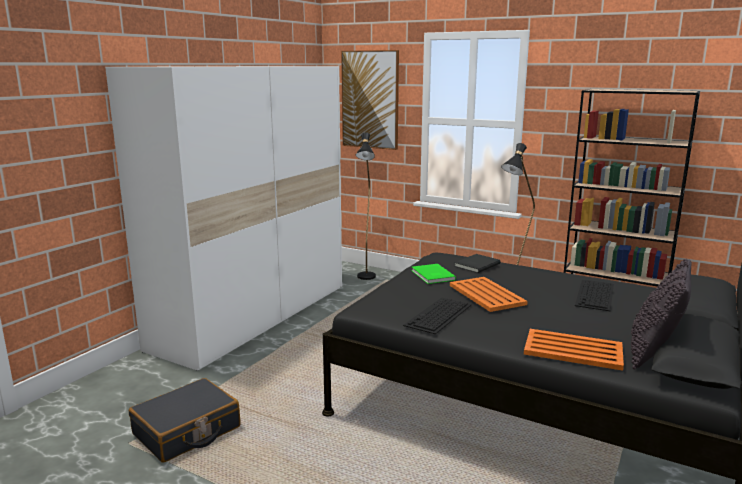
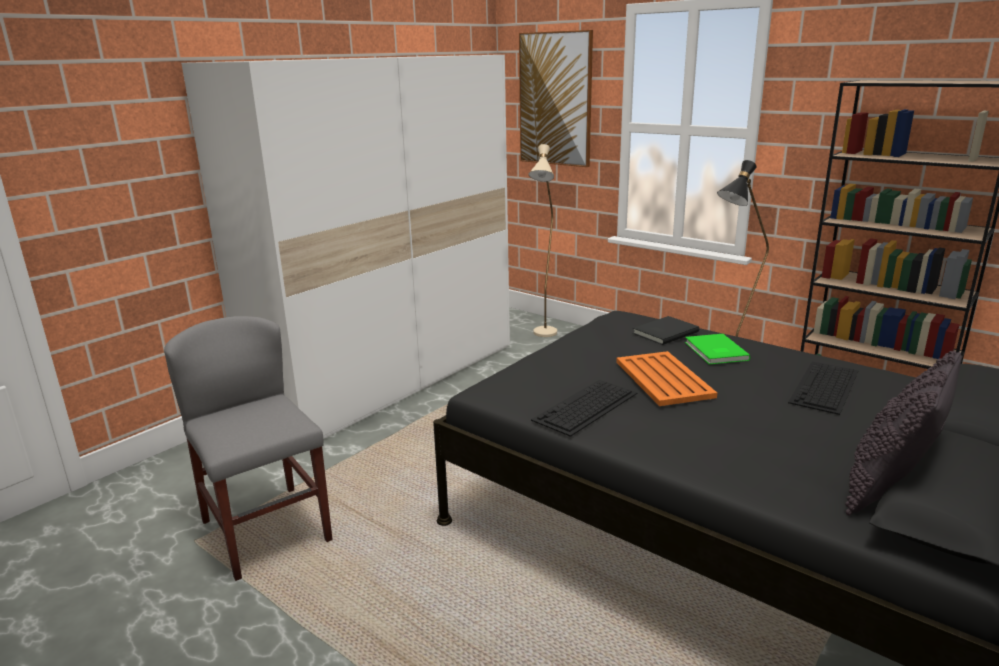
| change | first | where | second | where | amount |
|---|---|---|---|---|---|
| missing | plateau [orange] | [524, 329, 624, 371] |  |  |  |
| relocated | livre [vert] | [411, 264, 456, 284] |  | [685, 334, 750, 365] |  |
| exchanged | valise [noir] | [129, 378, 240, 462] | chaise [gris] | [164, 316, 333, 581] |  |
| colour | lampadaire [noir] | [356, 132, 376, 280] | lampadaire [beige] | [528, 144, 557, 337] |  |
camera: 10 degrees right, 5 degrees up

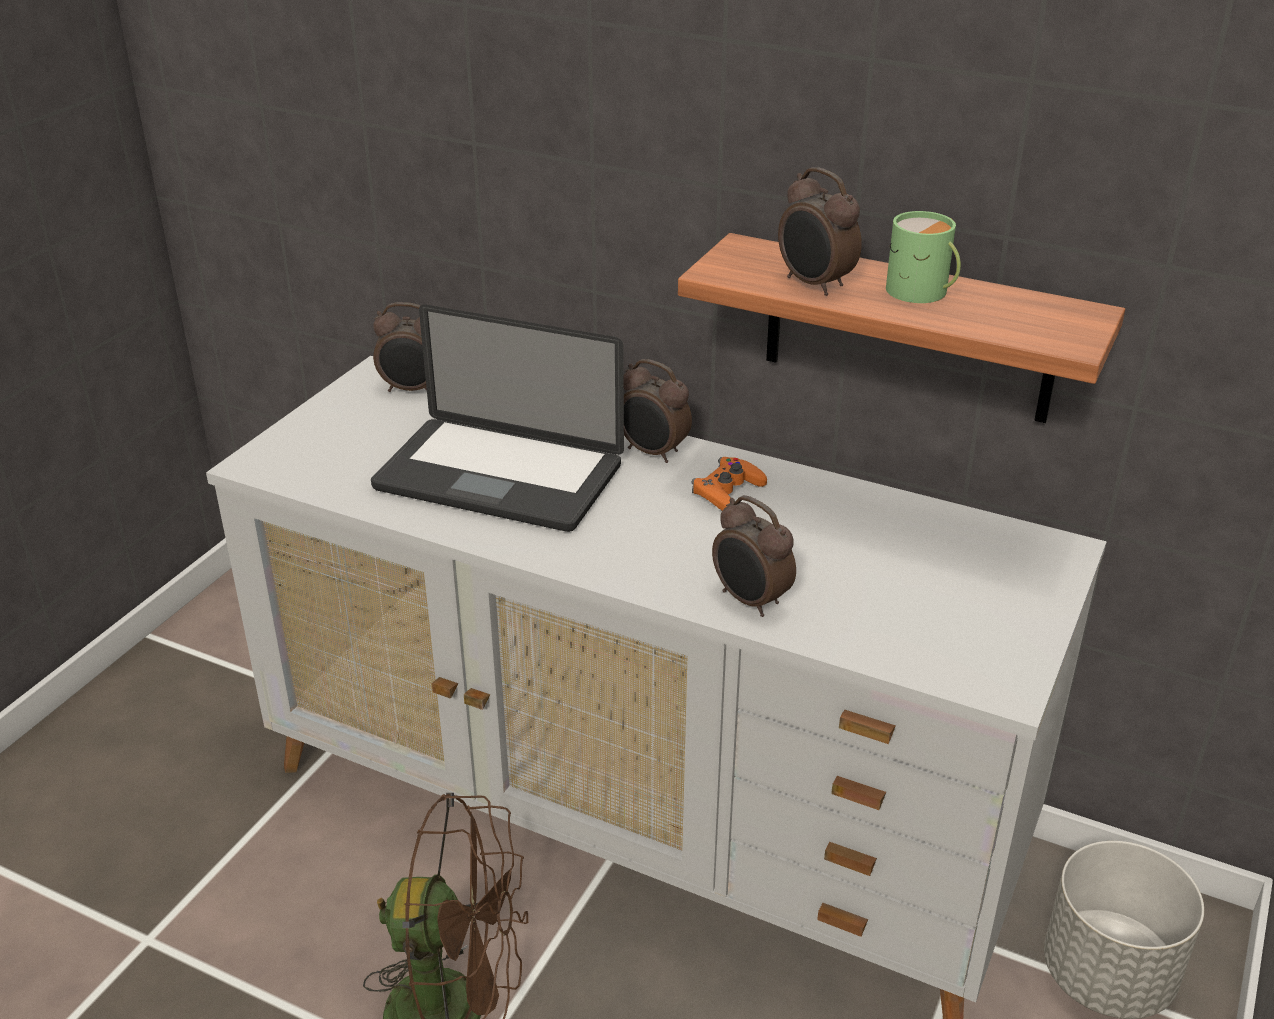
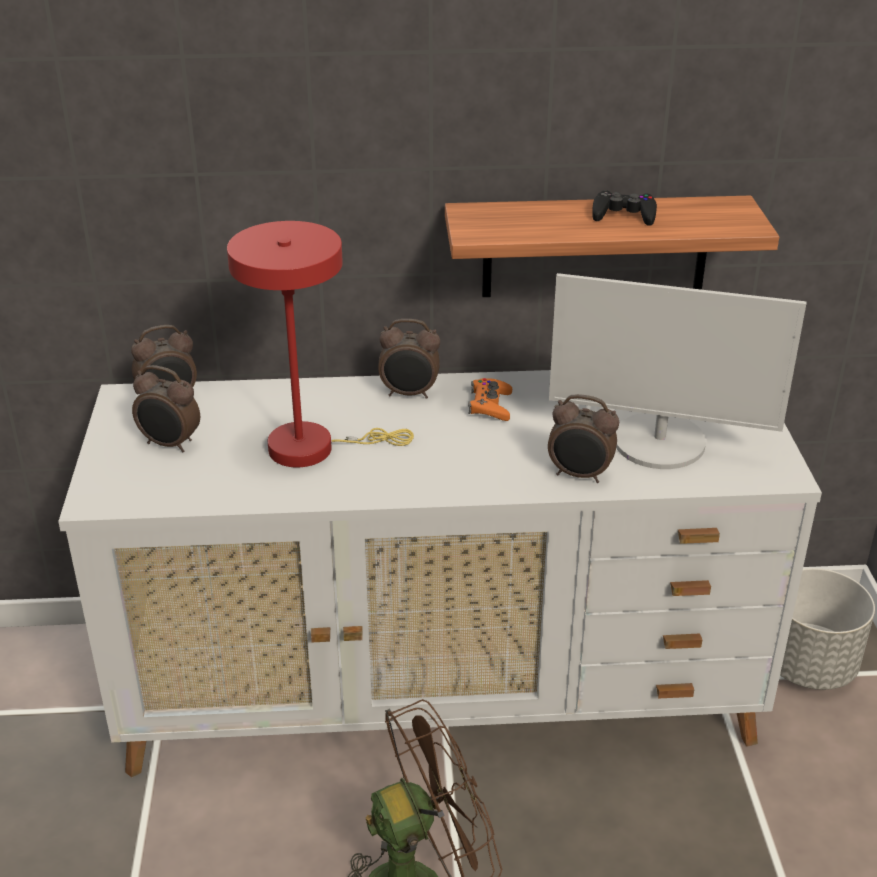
| change | first | where | second | where | amount |
|---|---|---|---|---|---|
| appeared |  |  | écran d'ordinateur | [549, 273, 806, 469] |  |
| relocated | réveil | [778, 167, 862, 296] |  | [132, 365, 200, 452] |  |
| exchanged | ordinateur portable | [371, 305, 624, 532] | lampe de table [rouge] | [227, 221, 414, 467] |  |
| exchanged | mug [vert] | [886, 211, 961, 303] | manette [noir] | [592, 190, 657, 226] |  |
camera: 30 degrees left, 0 degrees up

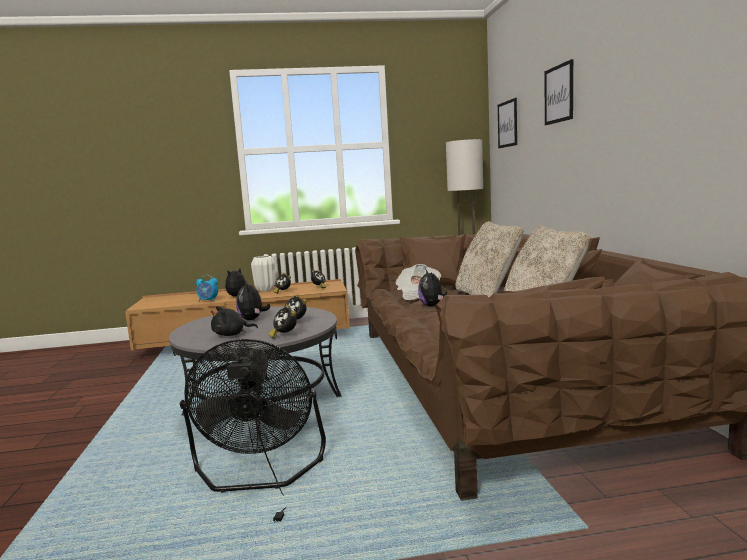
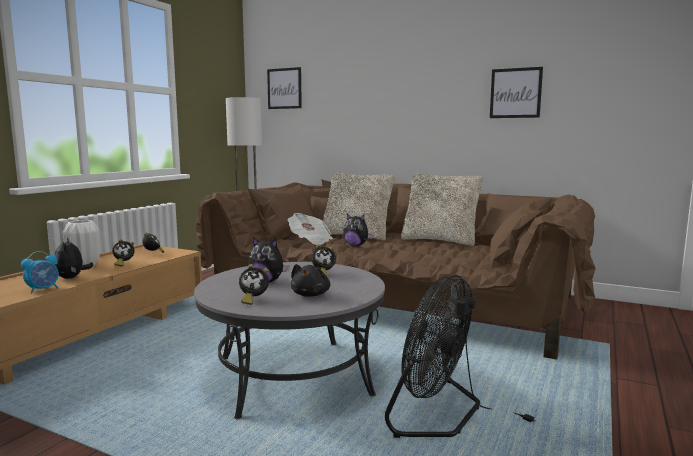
| change | first | where | second | where | amount |
|---|---|---|---|---|---|
| relocated | réveil | [268, 305, 297, 339] |  | [239, 264, 269, 305] |  |
| relocated | tableau | [545, 59, 573, 125] |  | [490, 67, 543, 118] |  |
camera: 55 degrees left, 0 degrees up

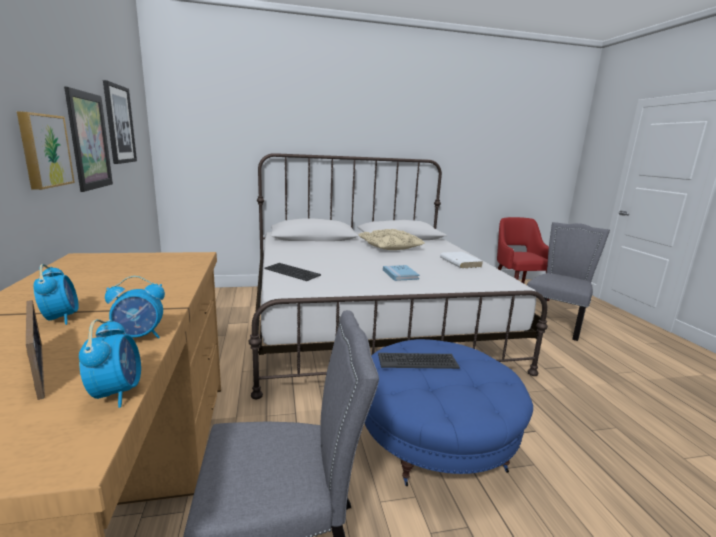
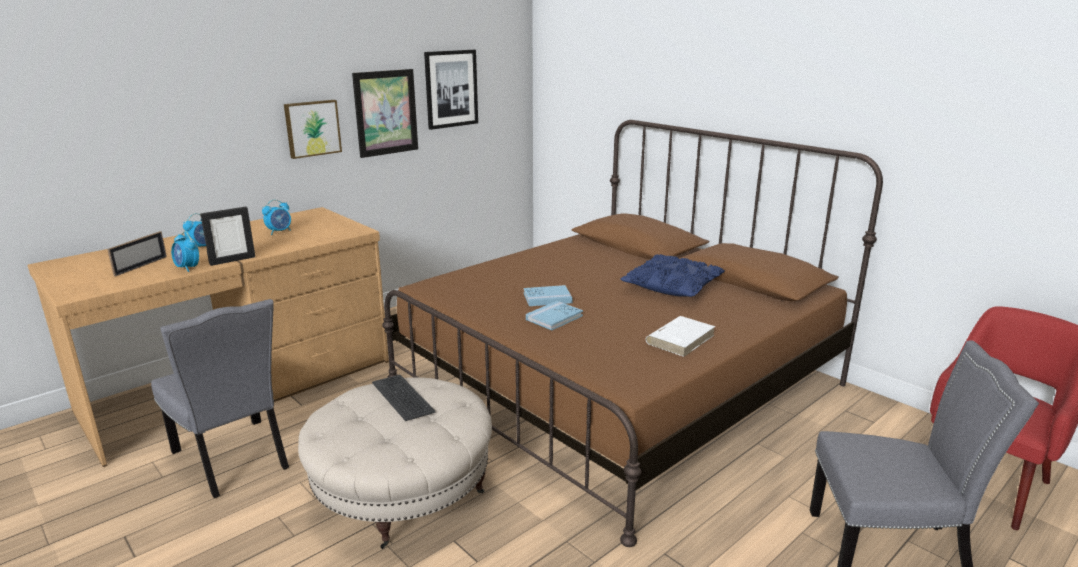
| change | first | where | second | where | amount |
|---|---|---|---|---|---|
| missing | clavier | [264, 263, 321, 281] |  |  |  |
| appeared |  |  | cadre photo | [200, 207, 255, 266] |  |
| appeared |  |  | livre [bleu] | [524, 285, 573, 306] |  |
| relocated | réveil | [79, 319, 141, 408] |  | [262, 200, 291, 235] |  |
| colour | lit [blanc] | [248, 153, 548, 399] | lit [marron] | [382, 120, 883, 547] |  |
| colour | coussin [beige] | [358, 229, 425, 250] | coussin [bleu] | [621, 254, 725, 297] |  |
| colour | pouf [bleu] | [365, 339, 533, 486] | pouf [beige] | [298, 378, 492, 549] |  |
camera: 60 degrees right, 5 degrees up

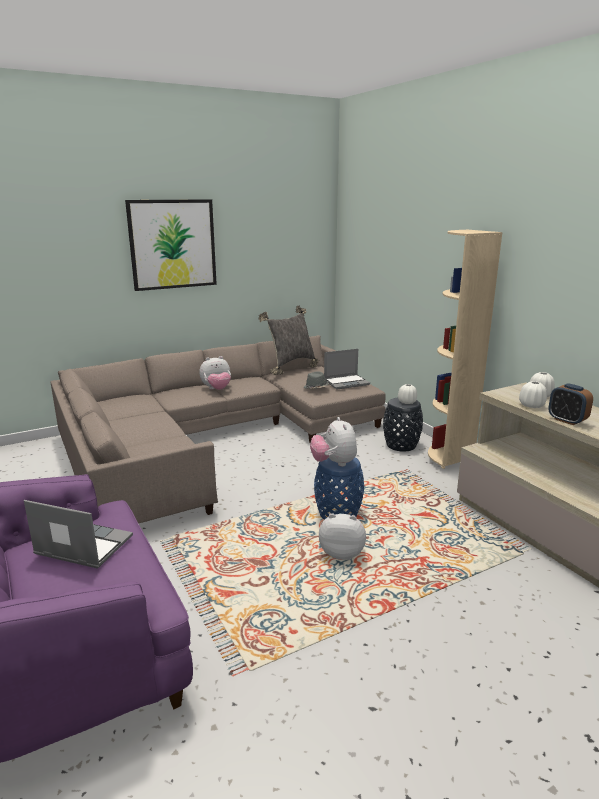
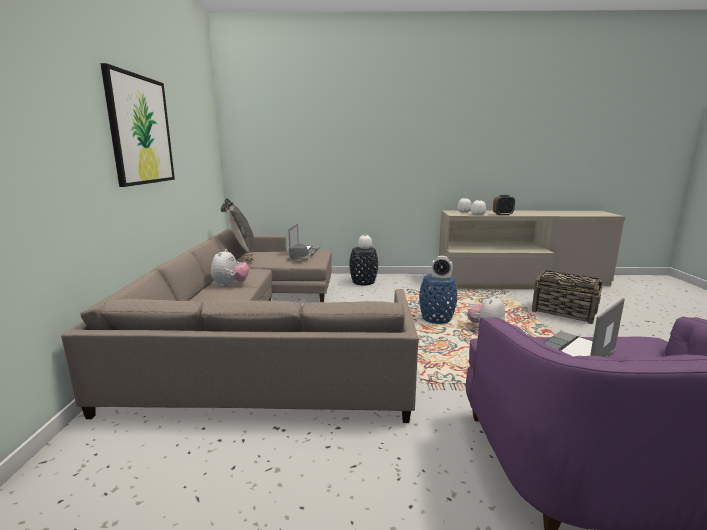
| change | first | where | second | where | amount |
|---|---|---|---|---|---|
| missing | bibliothèque [beige] | [428, 230, 502, 469] |  |  |  |
| appeared |  |  | panier | [532, 270, 603, 324] |  |
| exchanged | peluche | [310, 417, 357, 467] | réveil | [431, 256, 453, 280] |  |
camera: 60 degrees left, 5 degrees down

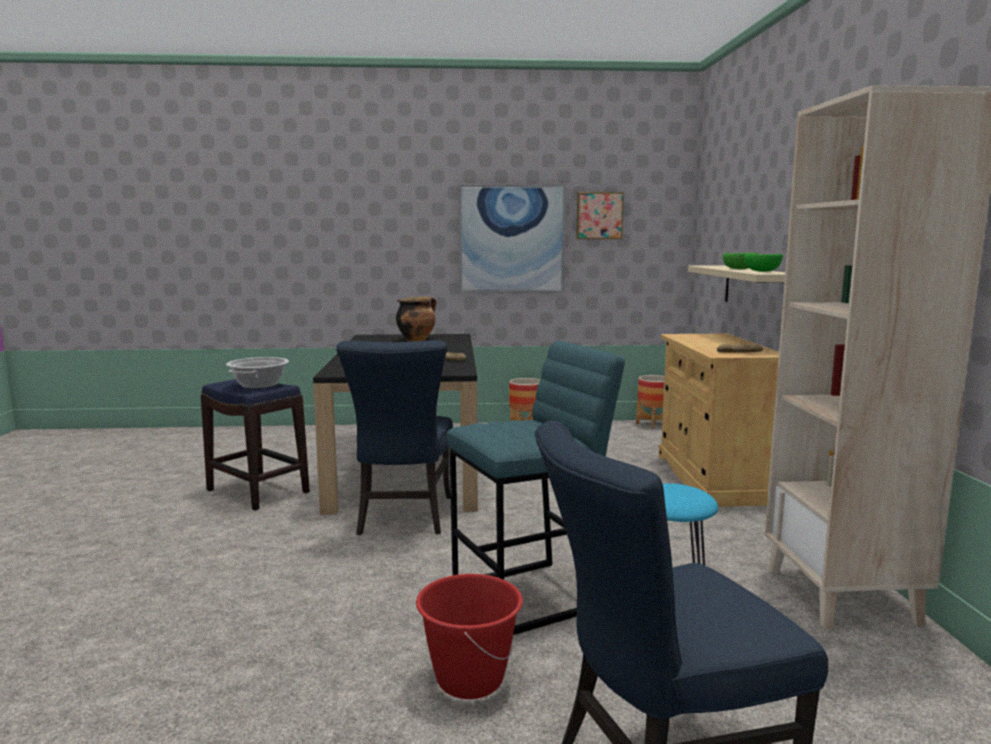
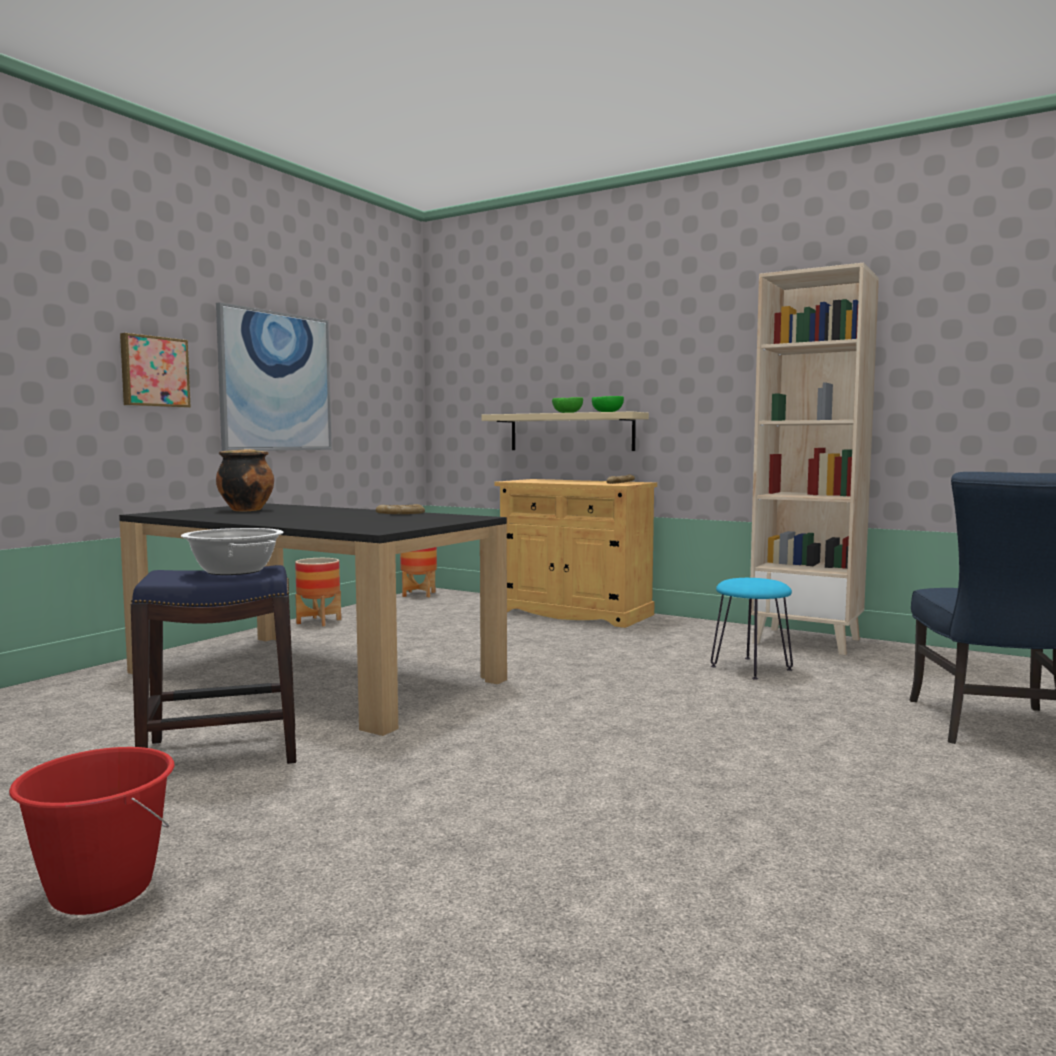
| change | first | where | second | where | amount |
|---|---|---|---|---|---|
| missing | chaise [bleu] | [336, 340, 453, 535] |  |  |  |
| missing | tabouret [turquoise] | [447, 340, 625, 635] |  |  |  |
| relocated | seau [rouge] | [416, 574, 523, 699] |  | [9, 747, 174, 915] |  |
| relocated | tableau | [576, 192, 624, 239] |  | [120, 333, 191, 408] |  |
camera: 55 degrees left, 5 degrees down

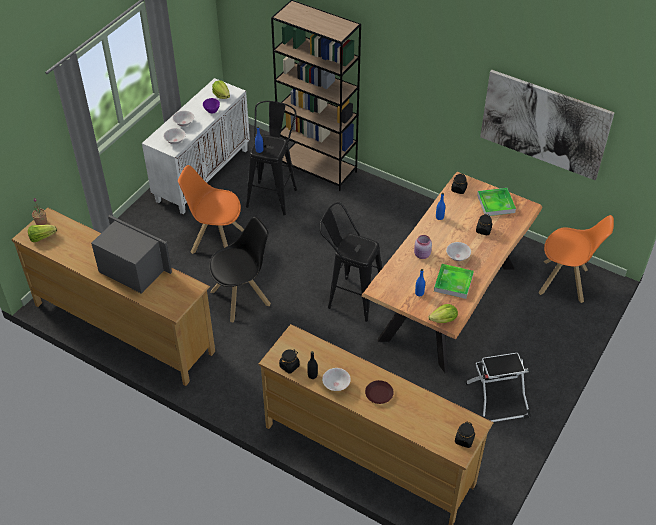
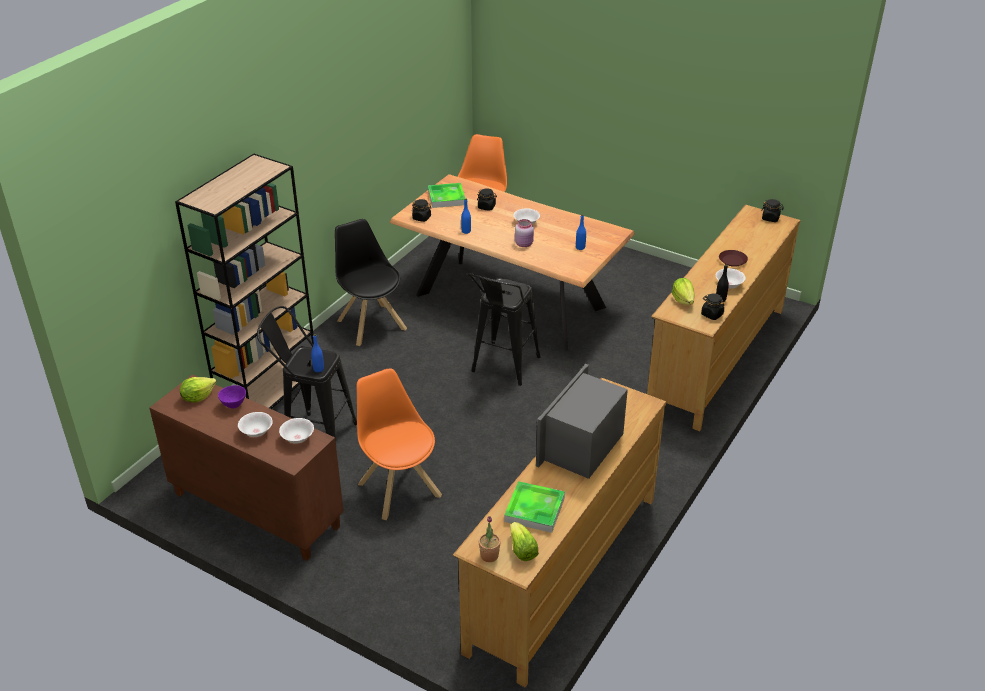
| change | first | where | second | where | amount |
|---|---|---|---|---|---|
| missing | escabeau | [465, 353, 531, 422] |  |  |  |
| missing | tableau | [480, 70, 615, 180] |  |  |  |
| relocated | chaise [noir] | [209, 217, 271, 323] |  | [335, 219, 407, 346] |  |
| relocated | laitue | [428, 304, 458, 323] |  | [672, 278, 695, 305] |  |
| relocated | plateau | [434, 264, 474, 299] |  | [504, 481, 565, 533] |  |
| colour | meuble de rangement [blanc] | [142, 78, 250, 214] | meuble de rangement [marron] | [149, 374, 344, 561] |  |
| spun | chaise [orange] | [178, 165, 244, 254] |  | [356, 368, 442, 520] | 135 degrees clockwise |
camera: 90 degrees left, 10 degrees down

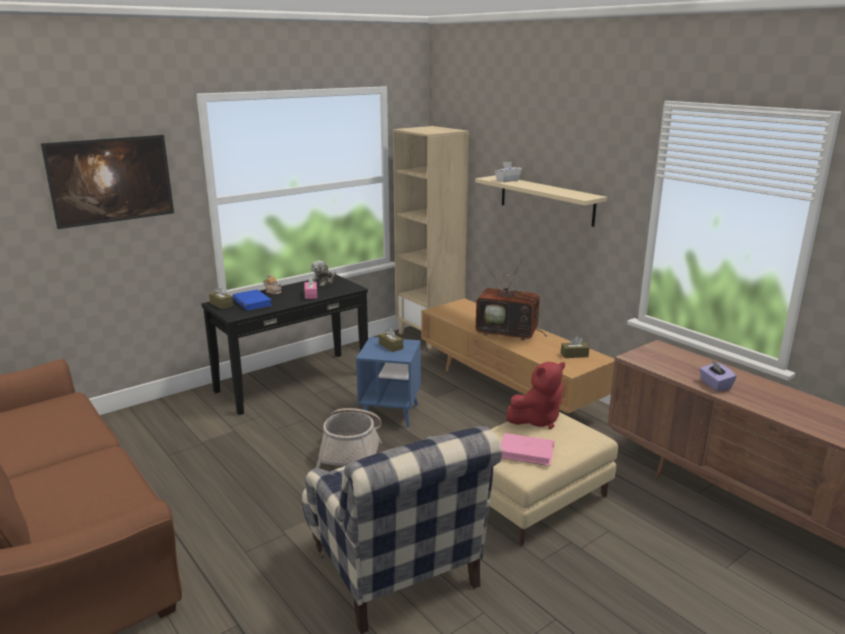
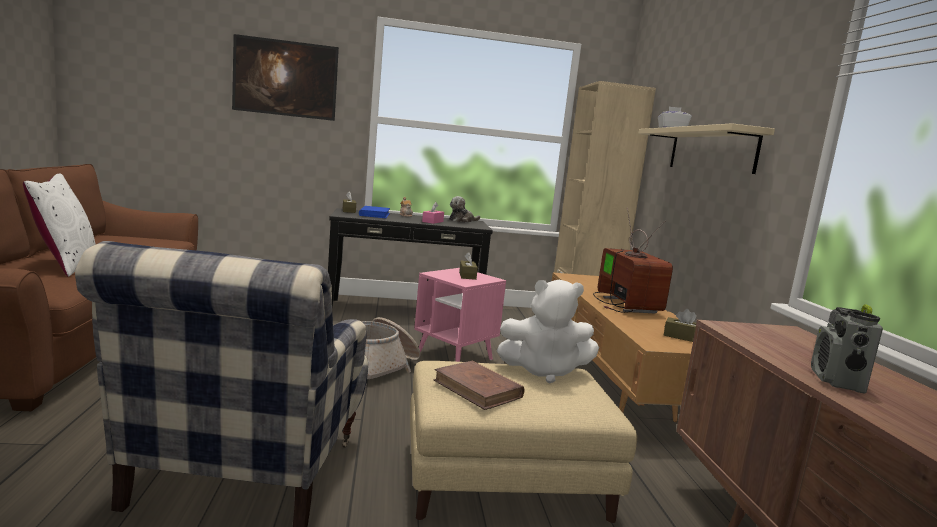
| change | first | where | second | where | amount |
|---|---|---|---|---|---|
| appeared |  |  | coussin [blanc] | [23, 173, 96, 277] |  |
| exchanged | boîte à mouchoirs [violet] | [699, 360, 736, 391] | radio | [811, 304, 883, 394] |  |
| colour | table d'appoint [bleu] | [356, 337, 421, 428] | table d'appoint [rose] | [414, 268, 506, 362] |  |
| colour | livre [rose] | [501, 433, 554, 466] | livre [marron] | [434, 361, 524, 410] |  |
| colour | peluche [rouge] | [506, 362, 565, 429] | peluche [blanc] | [496, 280, 599, 384] |  |
| spun | téléviseur | [476, 260, 547, 340] |  | [593, 208, 673, 314] | 150 degrees counterclockwise |
camera: 30 degrees right, 10 degrees down

